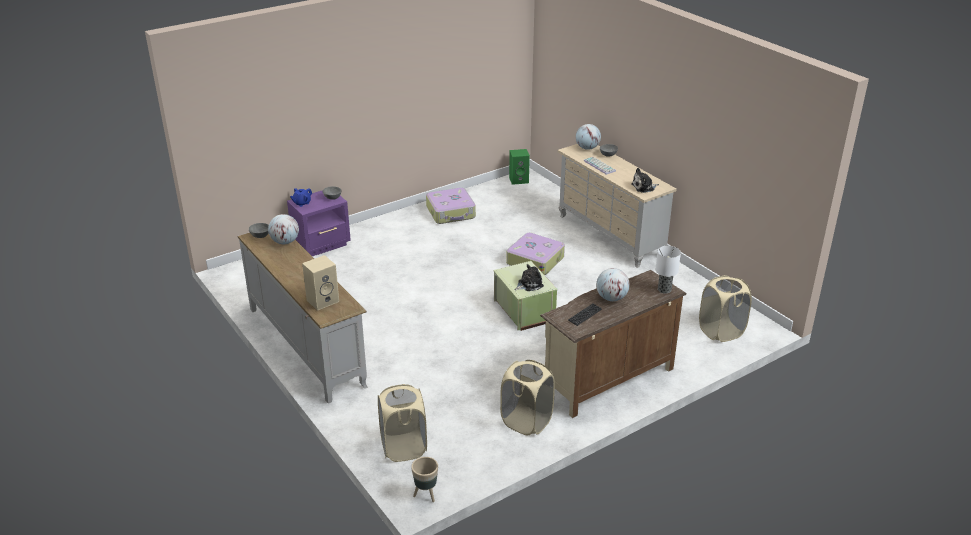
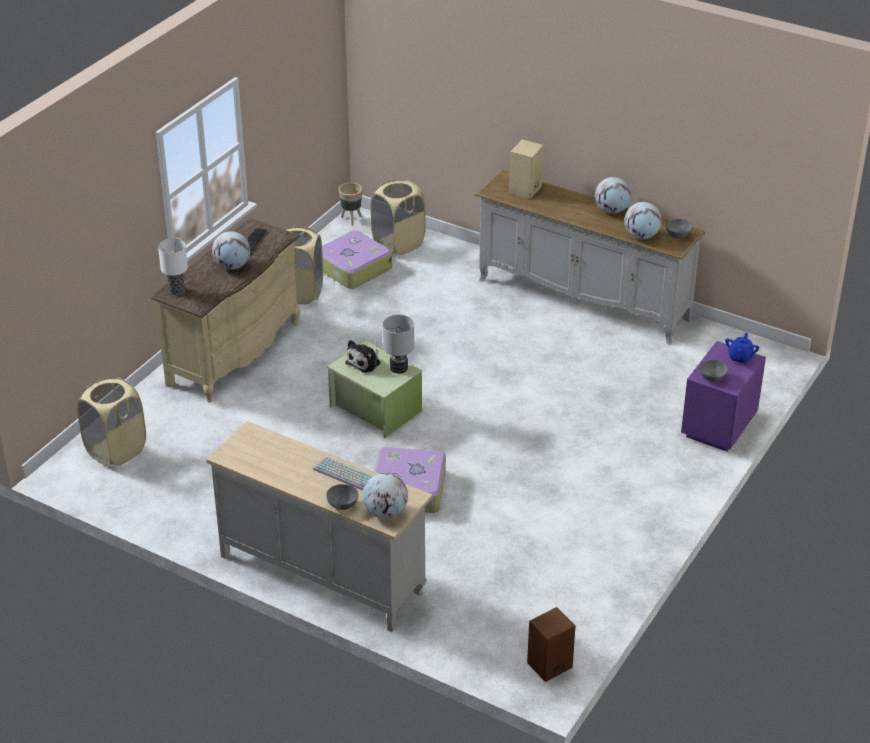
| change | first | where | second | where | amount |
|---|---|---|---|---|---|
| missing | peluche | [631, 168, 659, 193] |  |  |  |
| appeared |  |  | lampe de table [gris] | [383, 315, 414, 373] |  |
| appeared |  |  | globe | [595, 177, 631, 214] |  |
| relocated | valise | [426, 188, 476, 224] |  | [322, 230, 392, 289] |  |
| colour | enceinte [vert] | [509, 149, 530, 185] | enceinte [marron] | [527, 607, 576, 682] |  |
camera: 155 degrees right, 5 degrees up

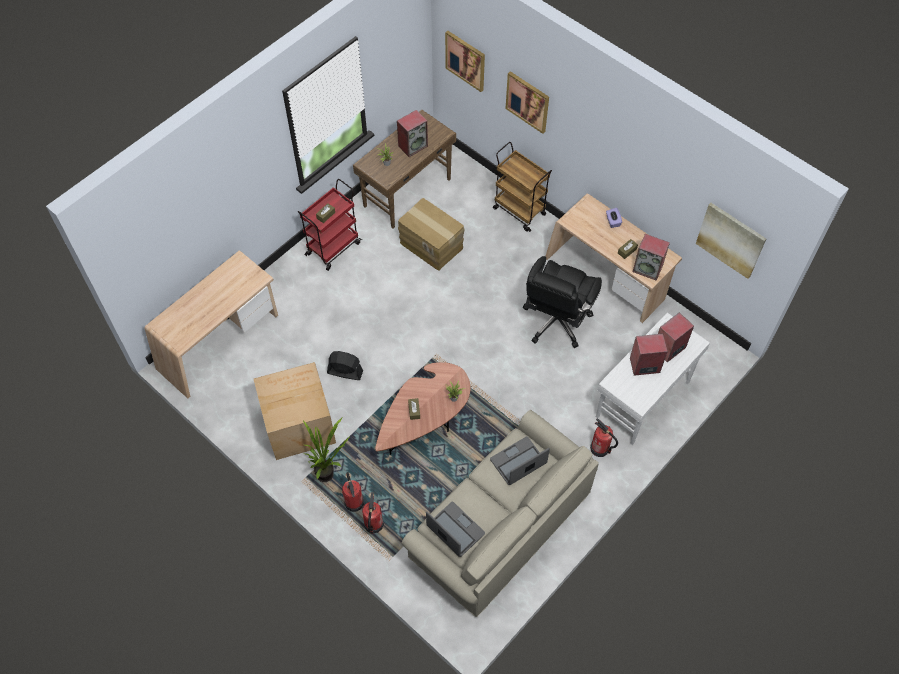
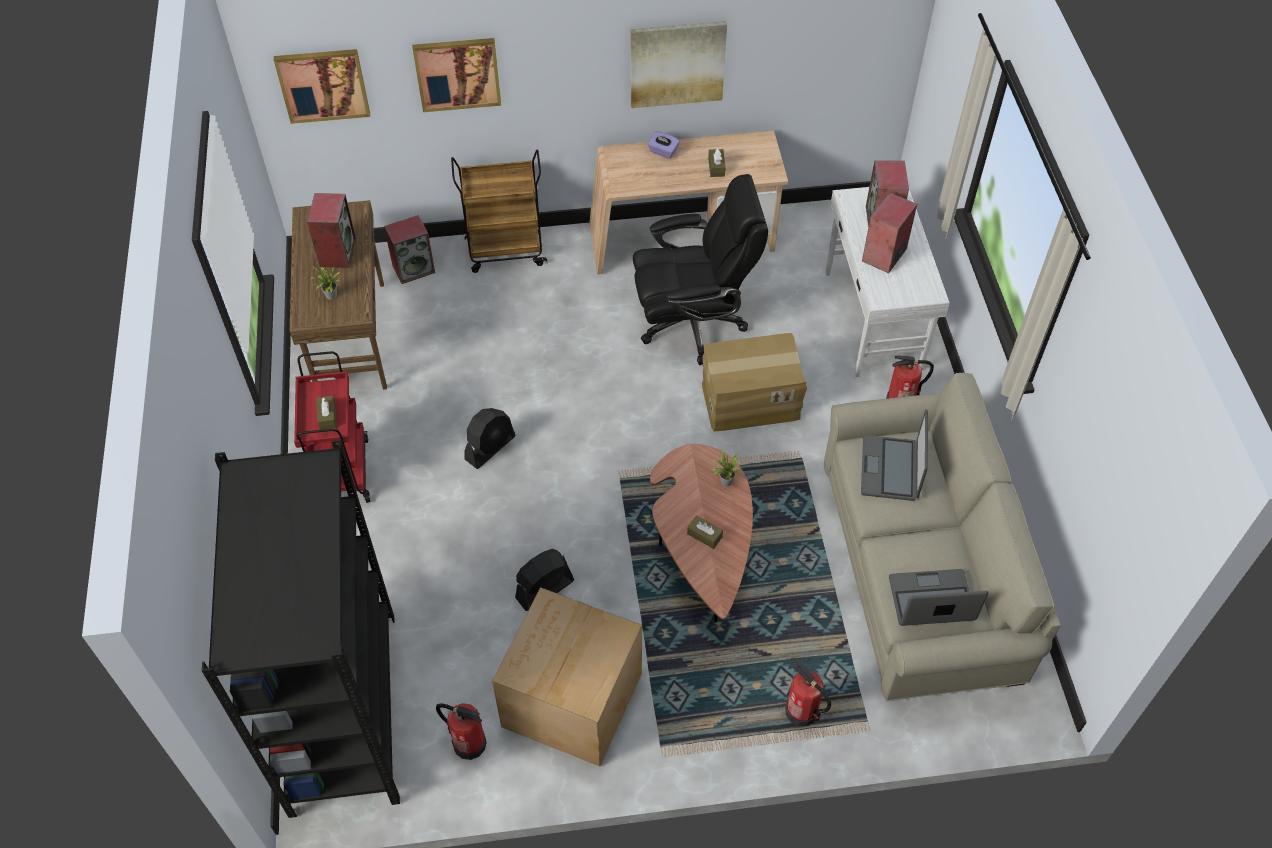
| change | first | where | second | where | amount |
|---|---|---|---|---|---|
| missing | plante en pot | [303, 417, 351, 482] |  |  |  |
| appeared |  |  | ventilateur [noir] | [464, 408, 516, 469] |  |
| relocated | extincteur | [342, 472, 364, 512] |  | [436, 703, 487, 760] |  |
| relocated | carton | [398, 198, 465, 271] |  | [702, 333, 807, 431] |  |
| relocated | enceinte | [633, 234, 670, 281] |  | [384, 215, 435, 284] |  |
| relocated | tableau | [696, 203, 766, 279] |  | [630, 21, 727, 108] |  |
| exchanged | bureau [beige] | [145, 250, 278, 398] | bibliothèque [noir] | [202, 440, 400, 818] |  |
| spun | chaise de bureau [noir] | [523, 256, 602, 348] |  | [633, 174, 768, 365] | 75 degrees counterclockwise |
camera: 50 degrees left, 5 degrees down

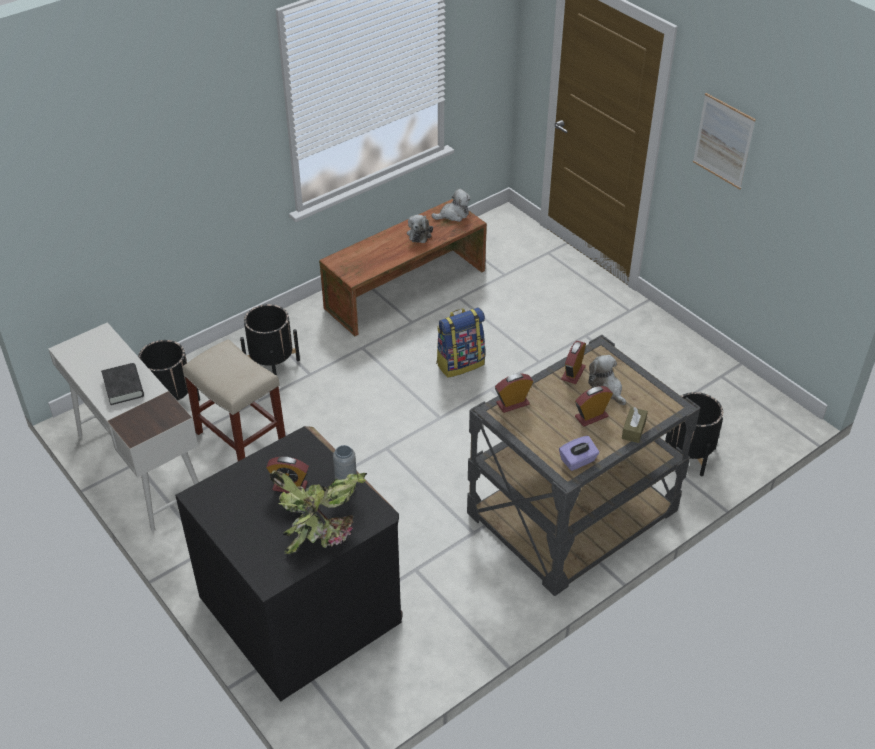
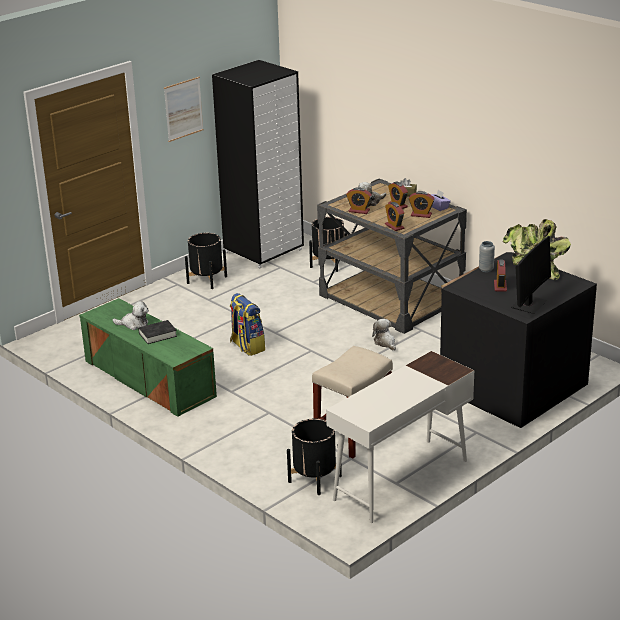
| change | first | where | second | where | amount |
|---|---|---|---|---|---|
| appeared |  |  | armoire | [212, 60, 304, 268] |  |
| appeared |  |  | réveil | [409, 191, 435, 218] |  |
| appeared |  |  | écran d'ordinateur | [511, 236, 551, 314] |  |
| relocated | livre [noir] | [101, 363, 144, 405] |  | [138, 320, 177, 344] |  |
| relocated | cache-pot [noir] | [240, 304, 300, 376] |  | [185, 233, 227, 289] |  |
| relocated | peluche | [431, 189, 471, 222] |  | [372, 319, 396, 351] |  |
| colour | banc [marron] | [319, 199, 487, 336] | banc [vert] | [79, 298, 217, 417] |  |
camera: 95 degrees left, 15 degrees down

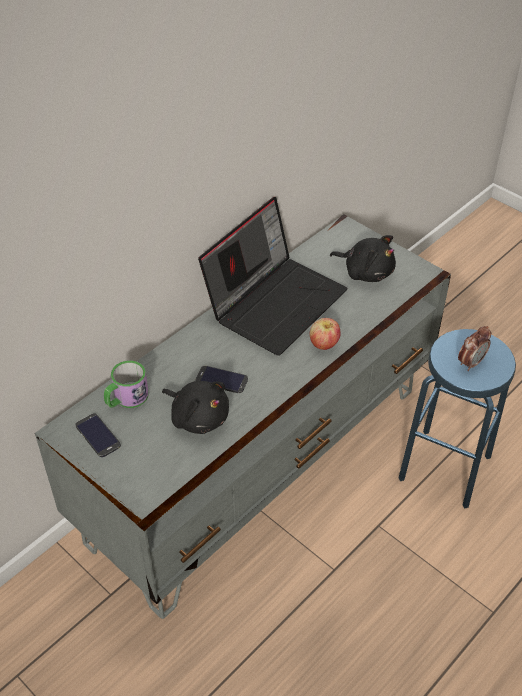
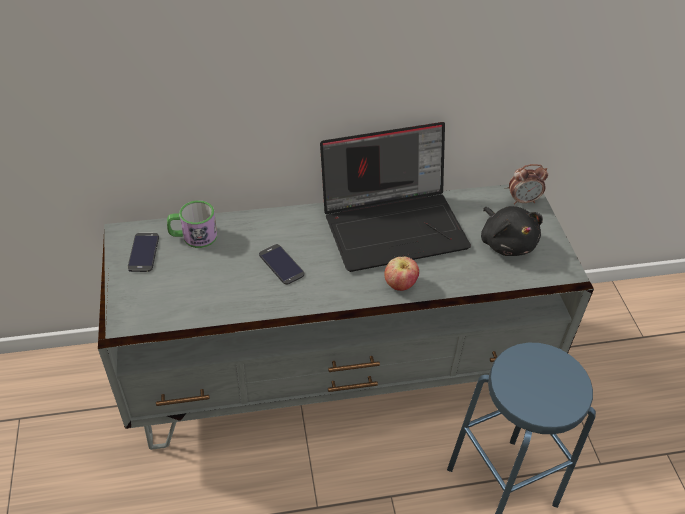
| change | first | where | second | where | amount |
|---|---|---|---|---|---|
| missing | peluche [noir] | [162, 381, 229, 434] |  |  |  |
| relocated | réveil | [458, 326, 491, 371] |  | [509, 164, 548, 205] |  |
camera: 35 degrees right, 0 degrees up

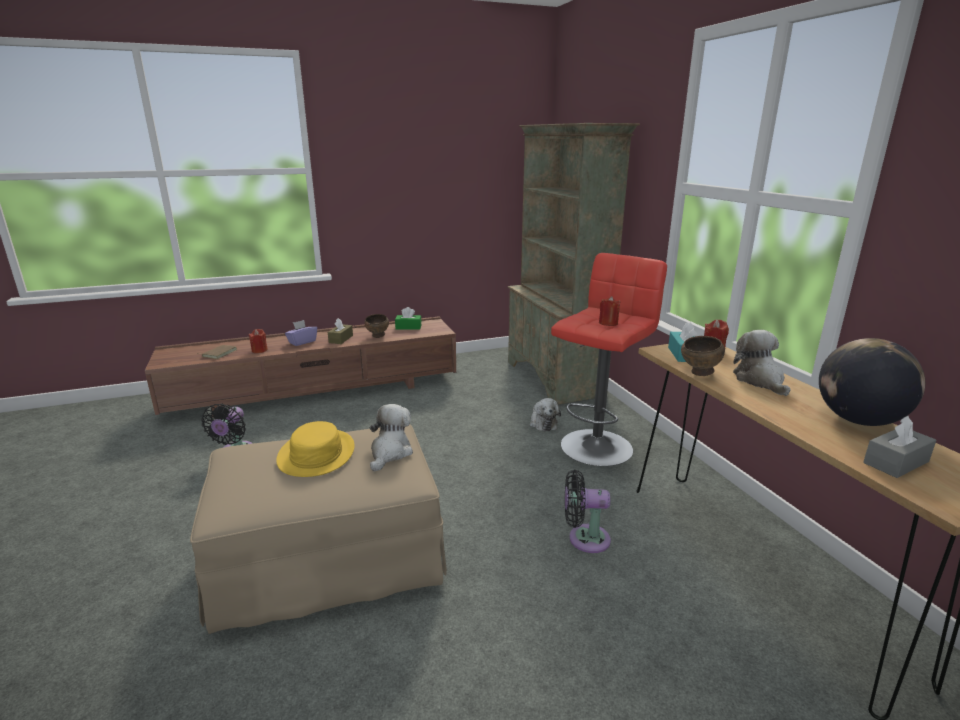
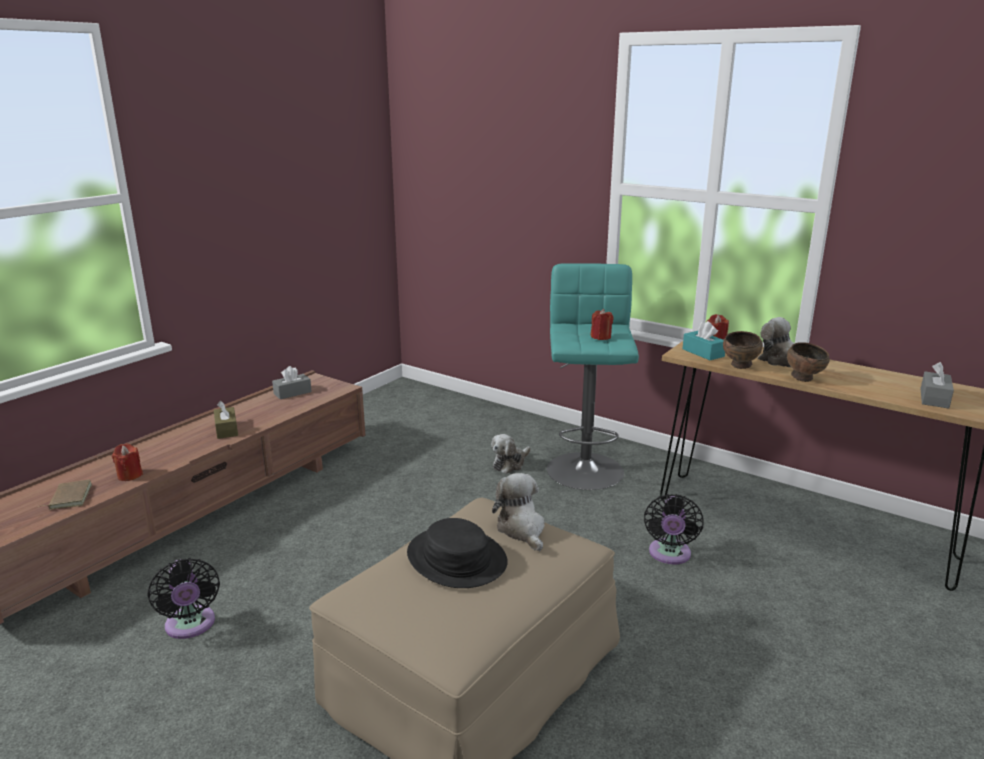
| change | first | where | second | where | amount |
|---|---|---|---|---|---|
| missing | boîte à mouchoirs [violet] | [285, 320, 317, 346] |  |  |  |
| missing | bibliothèque [vert] | [508, 123, 640, 404] |  |  |  |
| missing | globe | [819, 338, 925, 426] |  |  |  |
| relocated | bol [marron] | [364, 314, 389, 338] |  | [787, 342, 830, 382] |  |
| colour | chapeau [jaune] | [276, 421, 355, 477] | chapeau [noir] | [407, 518, 508, 588] |  |
| colour | boîte à mouchoirs [vert] | [395, 307, 421, 330] | boîte à mouchoirs [gris] | [272, 366, 312, 399] |  |
| colour | tabouret [rouge] | [551, 253, 667, 466] | tabouret [turquoise] | [547, 263, 639, 490] |  |
| spun | peluche | [530, 398, 561, 432] |  | [491, 434, 531, 474] | 90 degrees clockwise |
| spun | ventilateur [noir] | [565, 470, 611, 553] |  | [644, 494, 704, 564] | 45 degrees counterclockwise |
camera: 35 degrees left, 0 degrees up

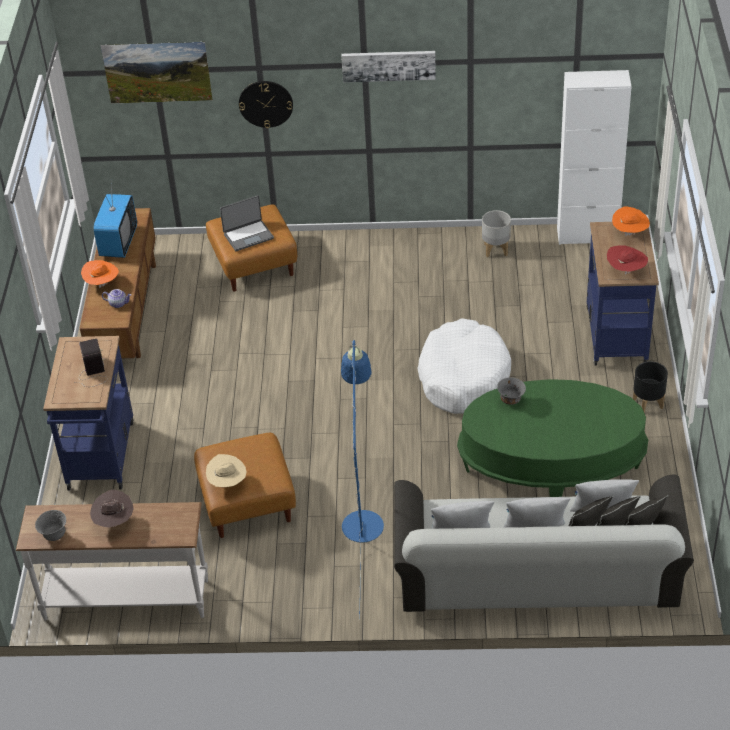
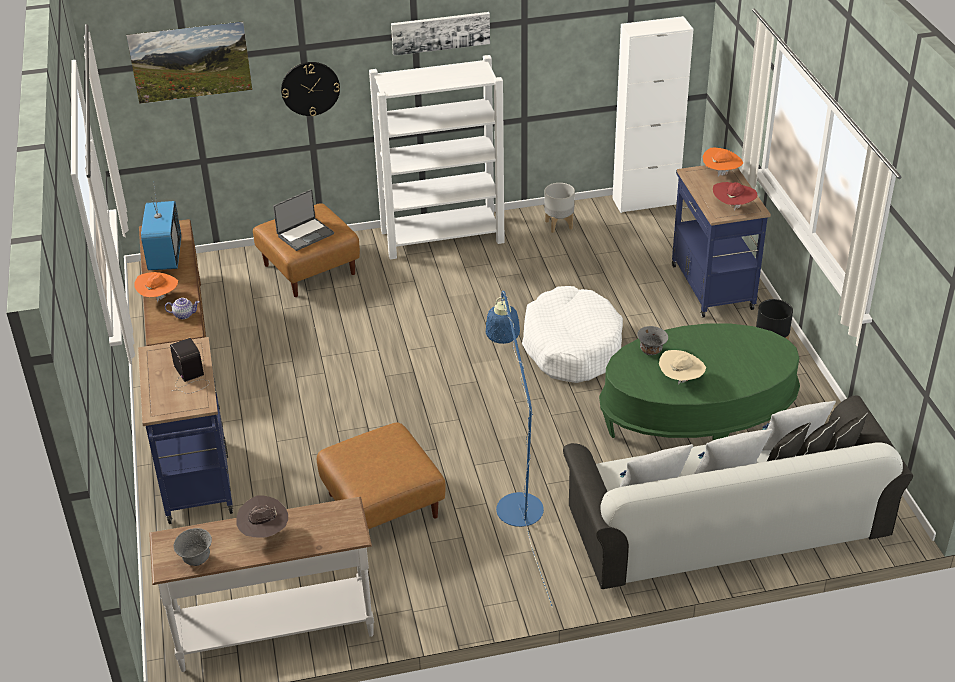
| change | first | where | second | where | amount |
|---|---|---|---|---|---|
| appeared |  |  | bibliothèque [blanc] | [369, 55, 504, 260] |  |
| relocated | chapeau [beige] | [206, 454, 247, 487] |  | [659, 350, 706, 385] |  |
camera: 15 degrees left, 5 degrees down

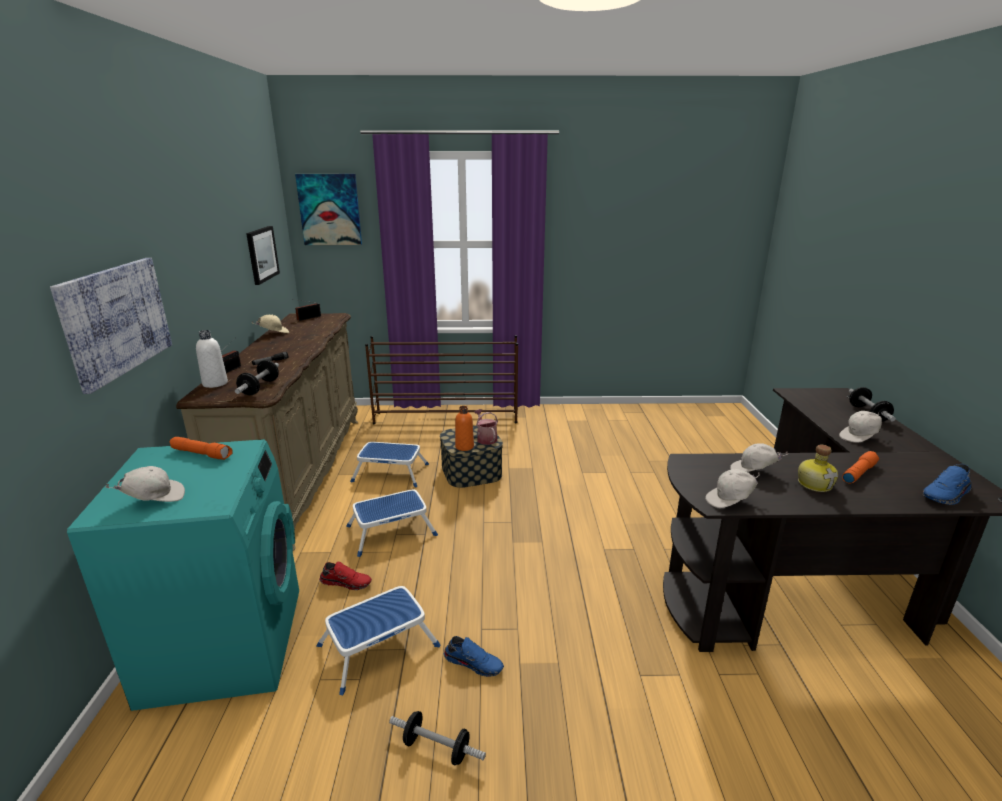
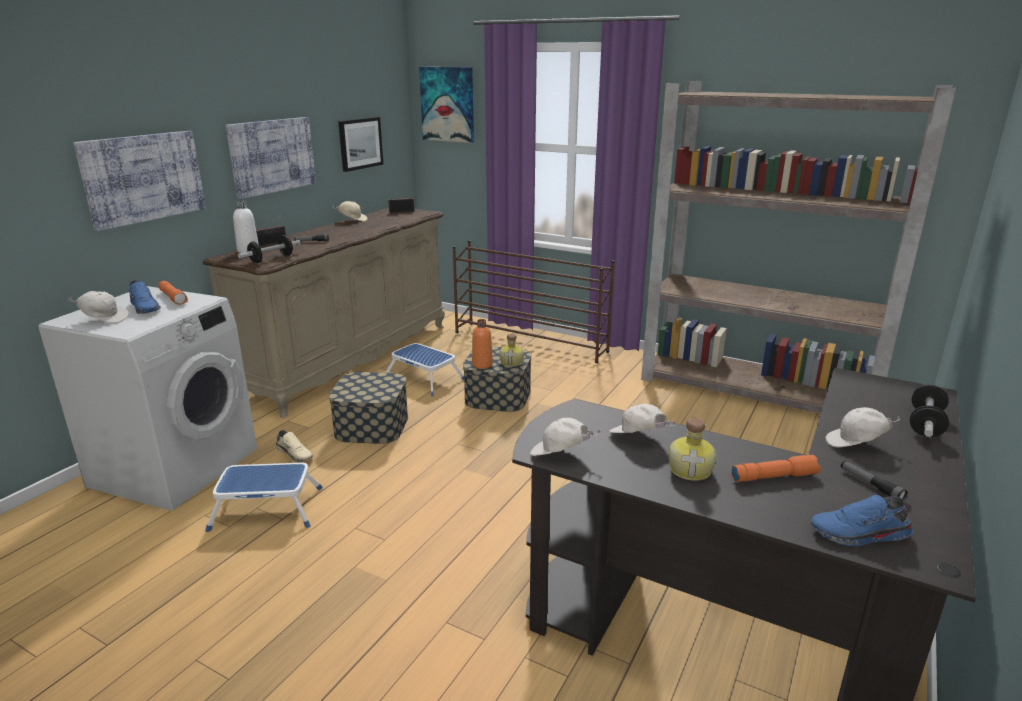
| change | first | where | second | where | amount |
|---|---|---|---|---|---|
| missing | haltère | [389, 711, 486, 765] |  |  |  |
| appeared |  |  | tableau | [226, 117, 316, 199] |  |
| appeared |  |  | bibliothèque [marron] | [641, 81, 956, 414] |  |
| appeared |  |  | lampe de poche | [841, 461, 908, 501] |  |
| relocated | chaussure [bleu] | [444, 636, 504, 677] |  | [129, 280, 161, 314] |  |
| exchanged | escabeau [bleu] | [346, 490, 438, 557] | boîte de rangement | [329, 372, 408, 444] |  |
| exchanged | arrosoir | [474, 409, 498, 445] | bouteille | [499, 333, 524, 366] |  |
| colour | lave-linge [turquoise] | [67, 439, 299, 711] | lave-linge [blanc] | [38, 286, 257, 511] |  |
| colour | chaussure [rouge] | [319, 562, 372, 590] | chaussure [beige] | [276, 430, 313, 463] |  |
camera: 30 degrees right, 0 degrees up

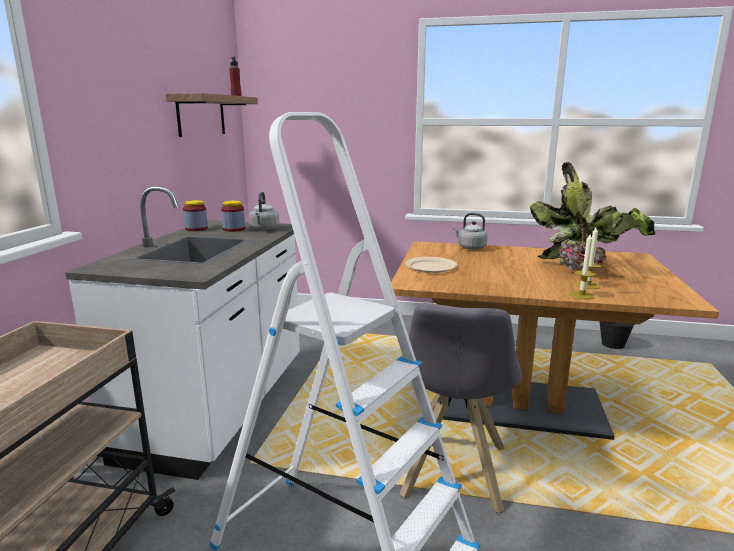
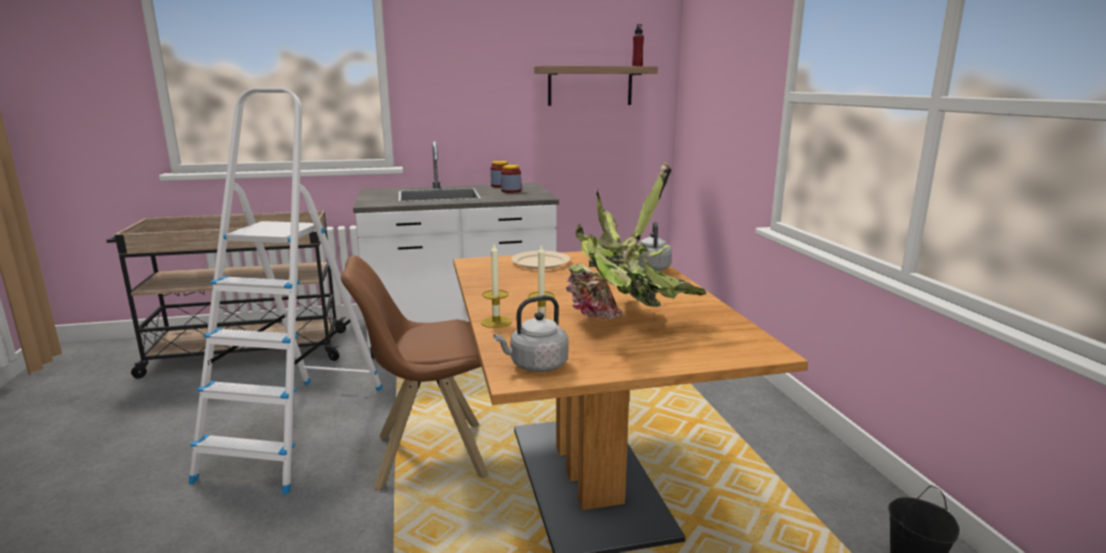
| change | first | where | second | where | amount |
|---|---|---|---|---|---|
| relocated | bouilloire [gris] | [249, 192, 280, 231] |  | [493, 295, 568, 372] |  |
| colour | chaise [gris] | [400, 303, 522, 514] | chaise [marron] | [341, 255, 489, 490] |  |
camera: 65 degrees right, 0 degrees up

